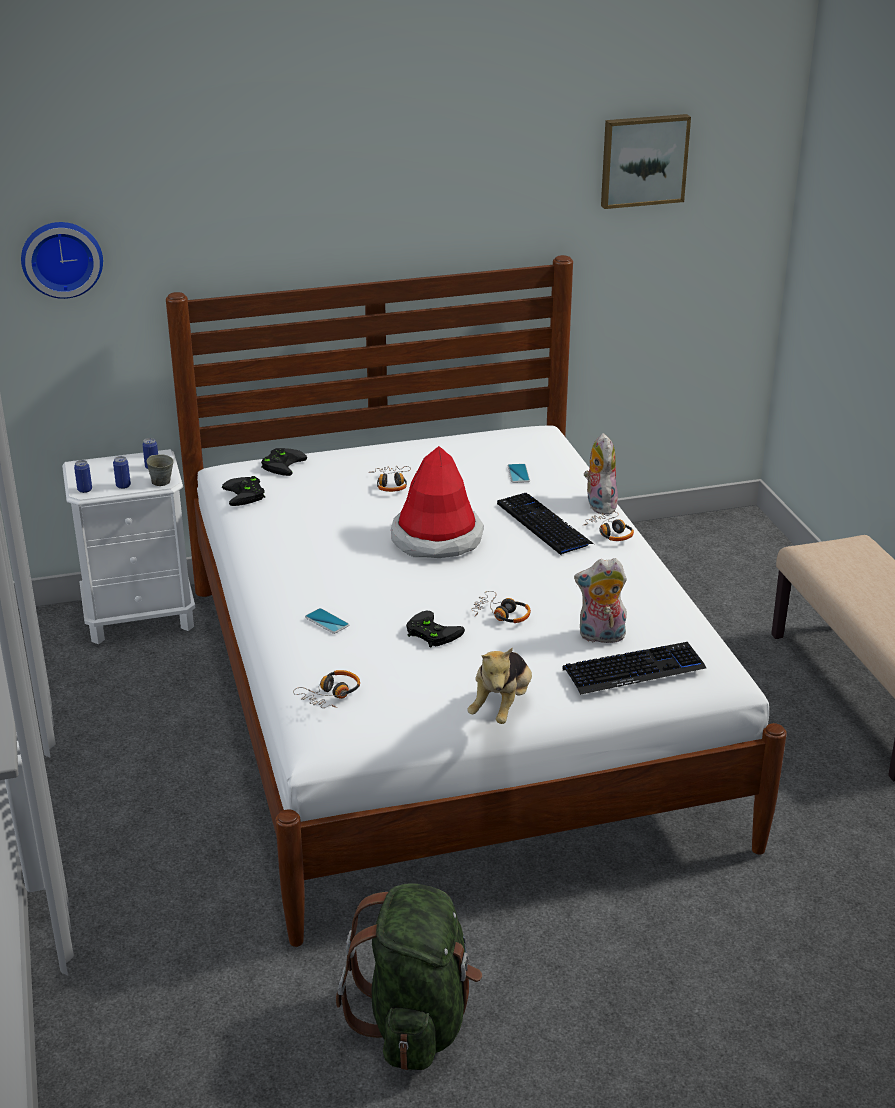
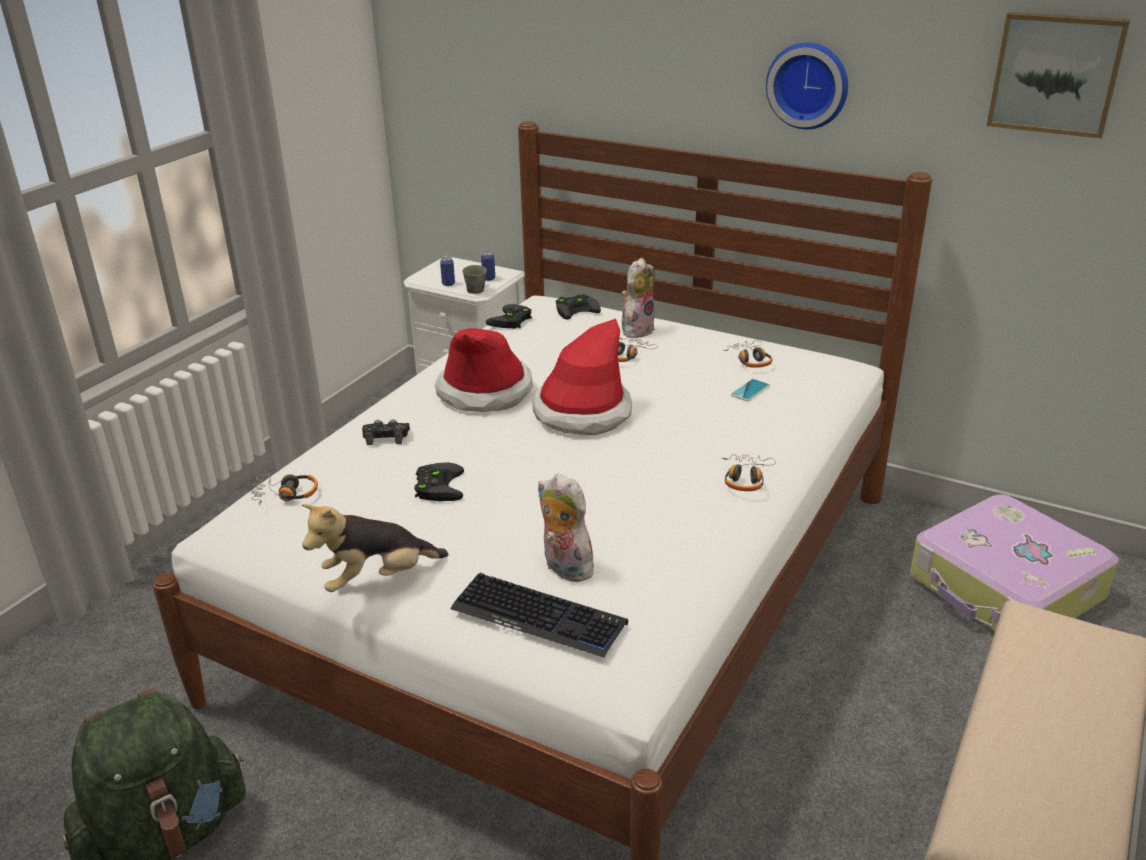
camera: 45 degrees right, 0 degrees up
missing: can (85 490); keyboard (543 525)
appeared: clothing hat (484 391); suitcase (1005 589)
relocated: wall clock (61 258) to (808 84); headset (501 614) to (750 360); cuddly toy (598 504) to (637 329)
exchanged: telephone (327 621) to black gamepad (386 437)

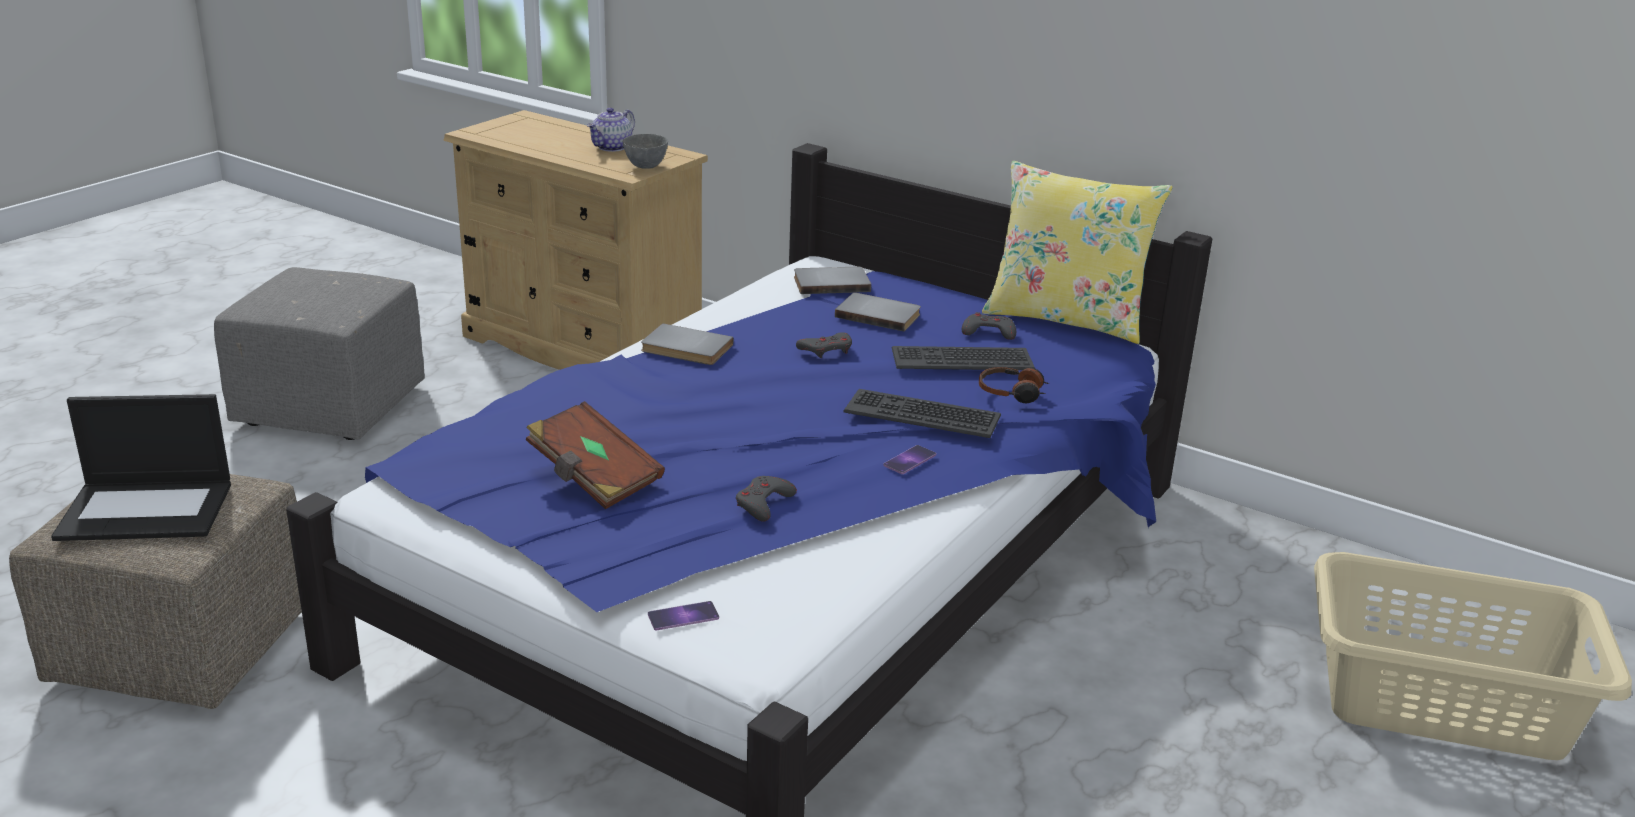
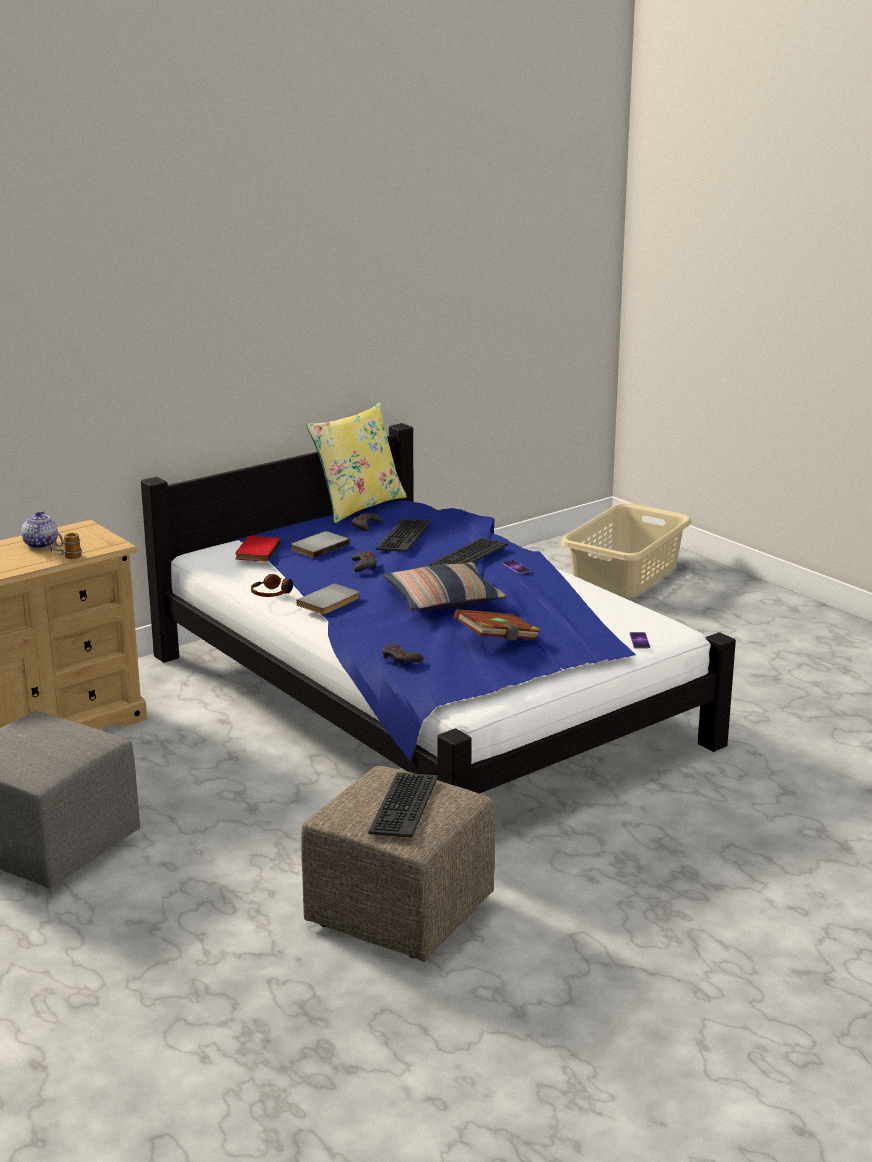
camera: 70 degrees left, 5 degrees down
missing: gray serving bowl (646 167)
appeared: tea mug (65 557); pillow (443 599)
relocated: gray gamepad (763 503) to (400 658); headset (1012 393) to (273 593)
exchanged: notebook computer (148 510) to keyboard (403 805)
colour: gray bound book (831 283) to red-coloured bound book (256 551)
spun: tea pot (612 147) = (40 544) 150 degrees counterclockwise

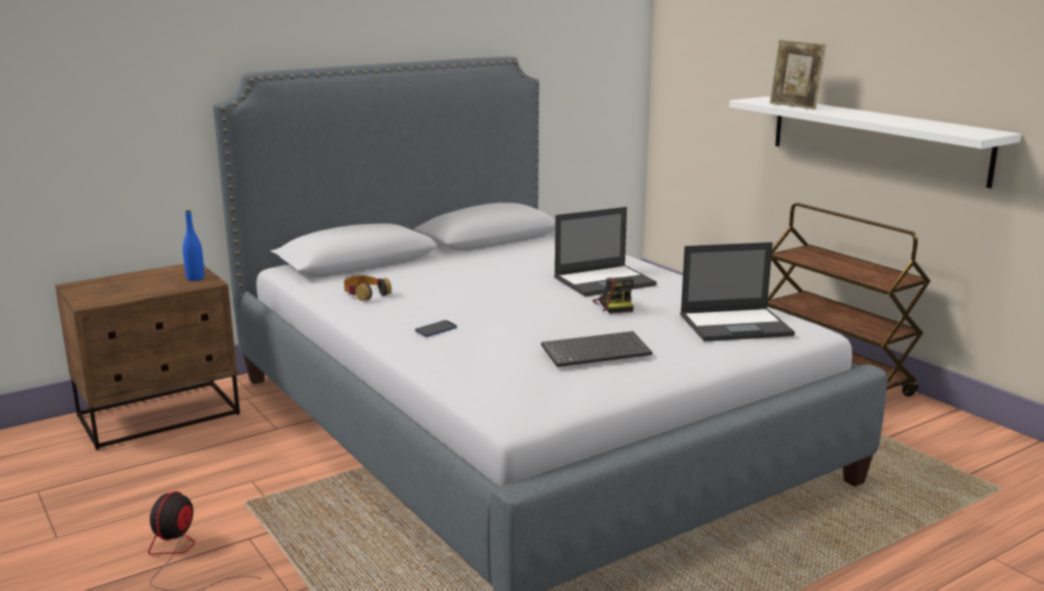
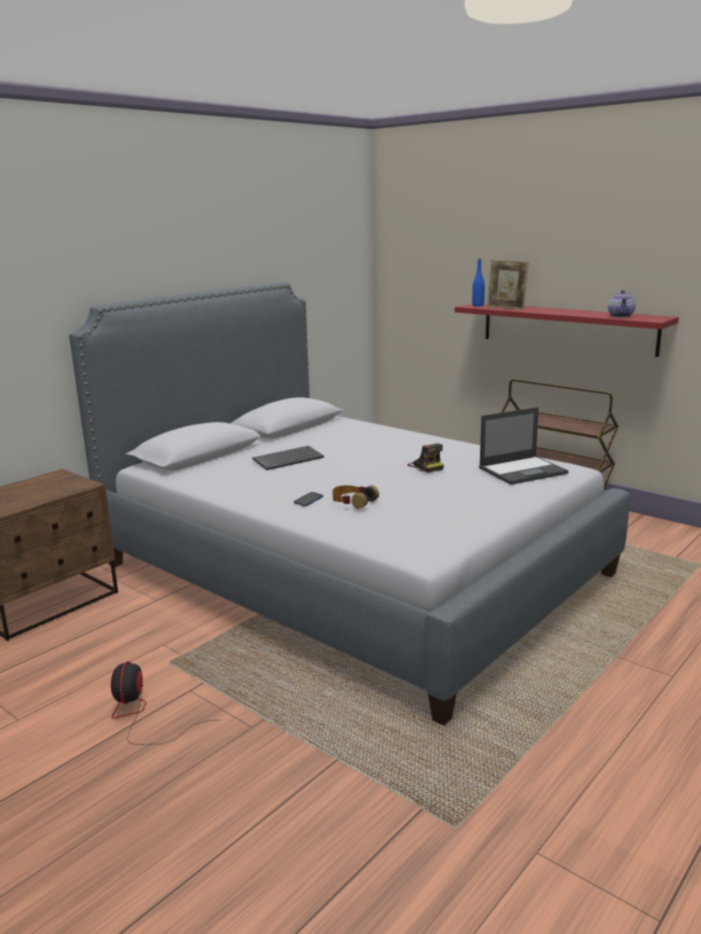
camera: 15 degrees left, 0 degrees up
missing: notebook computer (605 281)
appeared: tea pot (621 316)
relocated: blue beverage bottle (195 278) to (478 305); headset (365 293) to (353 501); keyboard (596 351) to (288 459)
colour: white bracket shelf (876 139) to red-coloured bracket shelf (567 328)

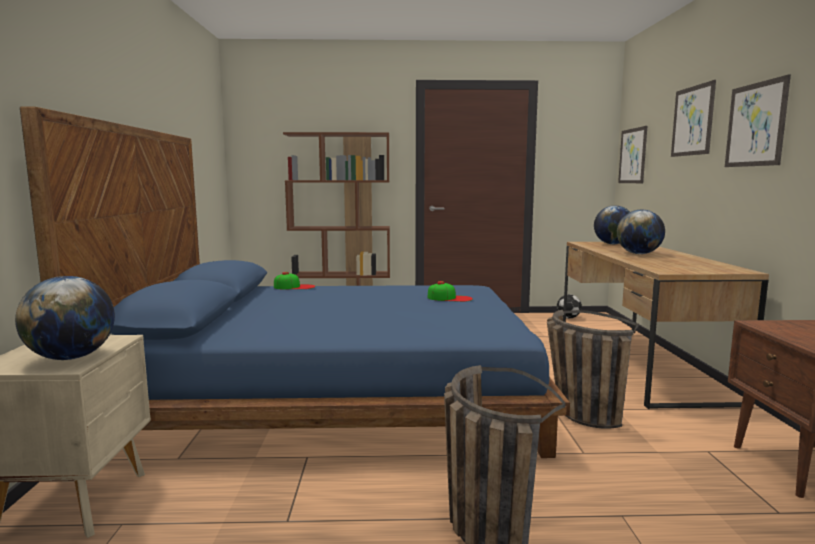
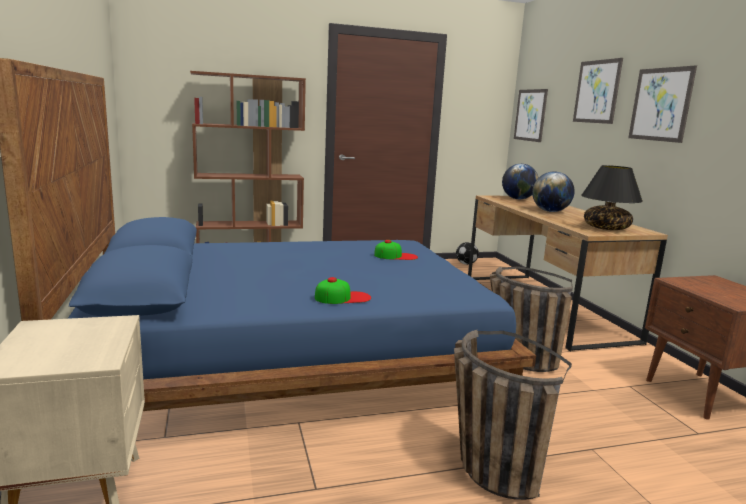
camera: 15 degrees left, 5 degrees up
missing: desk globe (71 357)
appeared: black table lamp (606 228)
relocated: peaked cap (294 287) to (343 297)

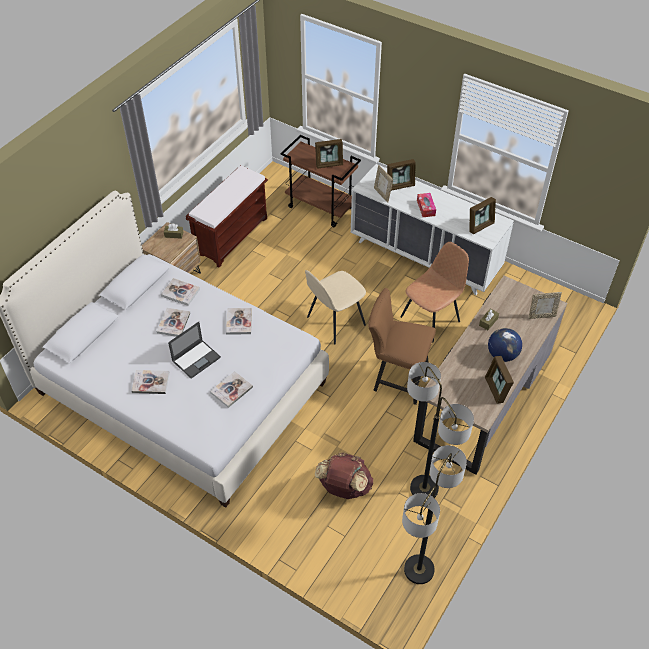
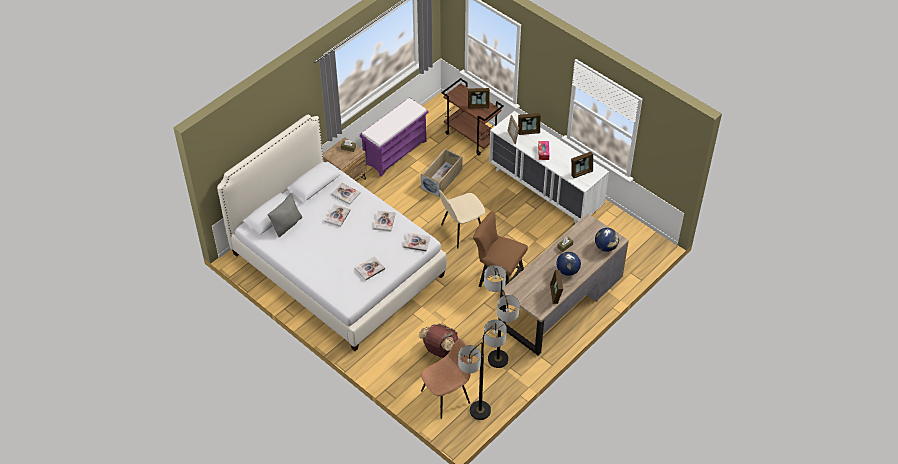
camera: 10 degrees right, 0 degrees up
missing: notebook computer (196 359)
appeared: gray pillow (287 225); beige storage bin (442 178)
relocated: bound book (150 382) to (416 242); brown-coloured plain chair (431 318) to (446 396)
exchanged: standing frame (541 316) to desk globe (606 247)
colour: brown-coloured bench (231 236) to purple-coloured bench (395 152)

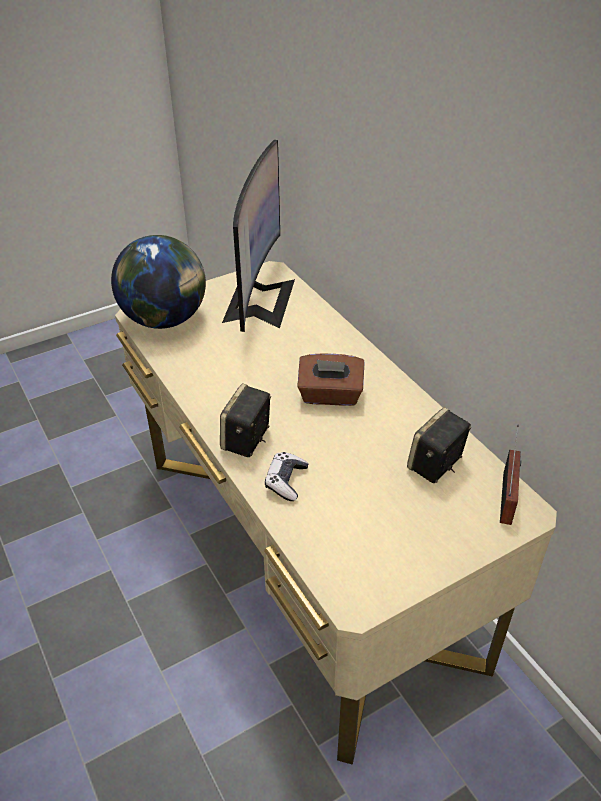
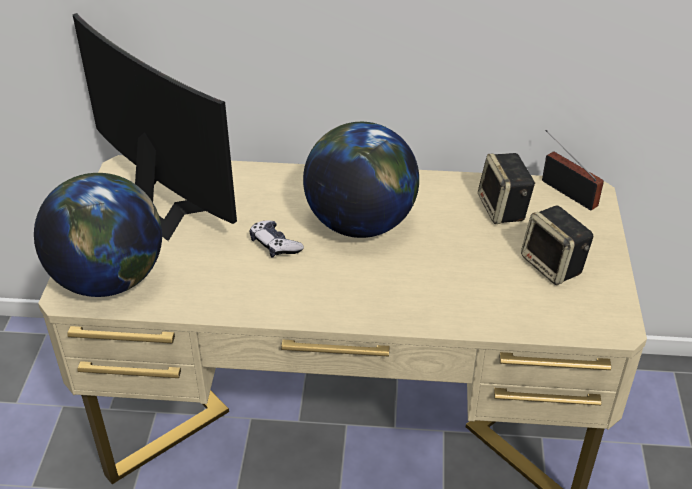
camera: 55 degrees left, 0 degrees up
relocated: loudspeaker (247 440) to (553 266); gamepad (286 481) to (275 245)
exchanged: brown-coloured tissue holder (330 396) to desk globe (360 223)

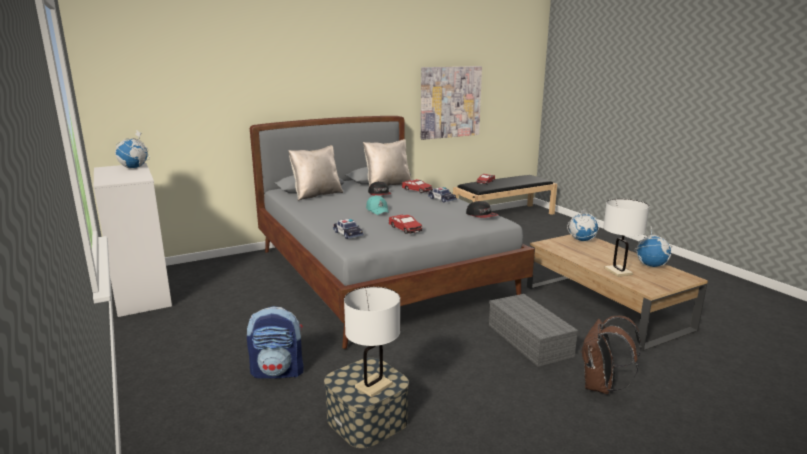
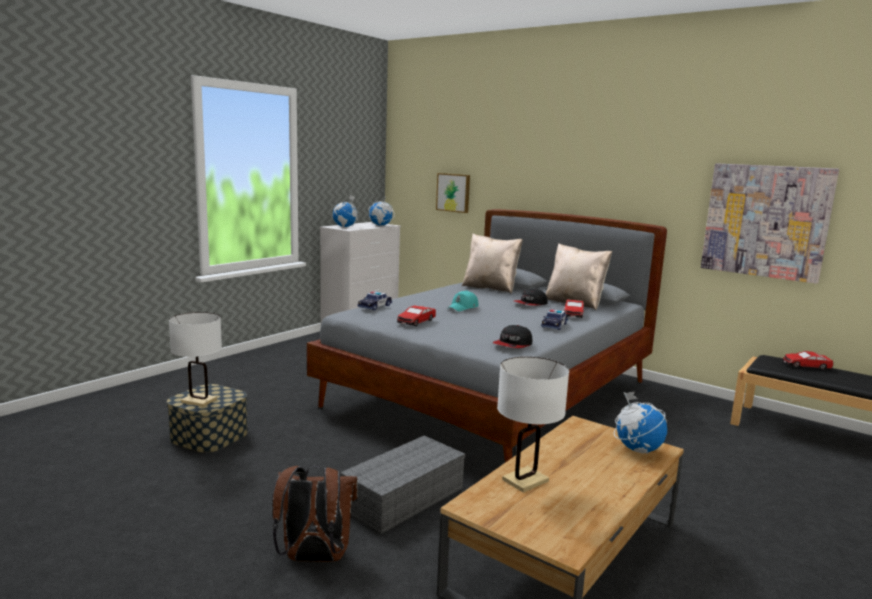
camera: 65 degrees right, 5 degrees down
missing: backpack (278 372)
appeared: wall picture (453 192)
relocated: desk globe (651 265) to (345 227)

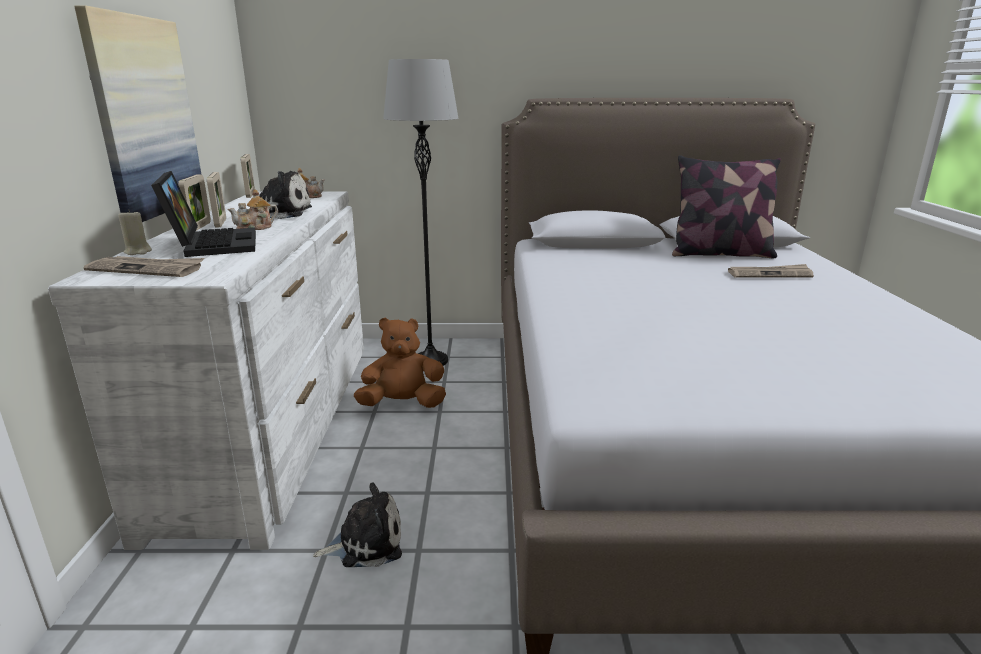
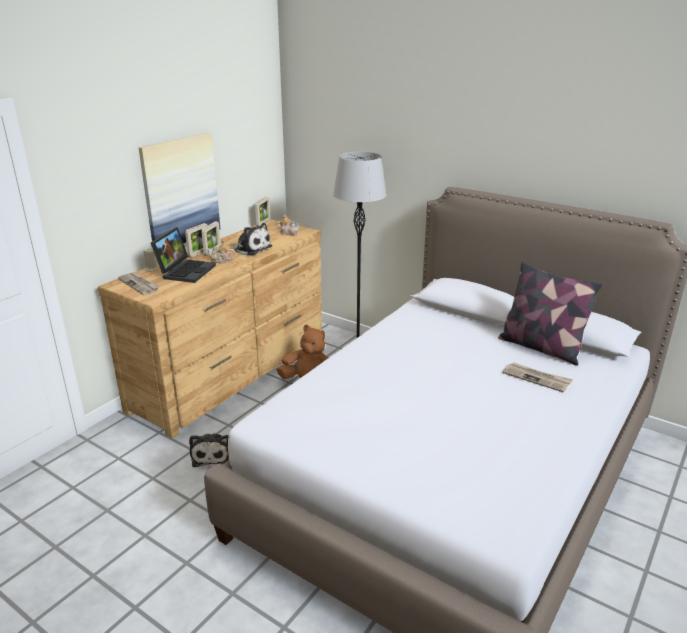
camera: 35 degrees right, 5 degrees up
colour: white dresser (276 426) to brown-coloured dresser (233 372)
spun: cuddly toy (366 543) = (211 455) 60 degrees clockwise

